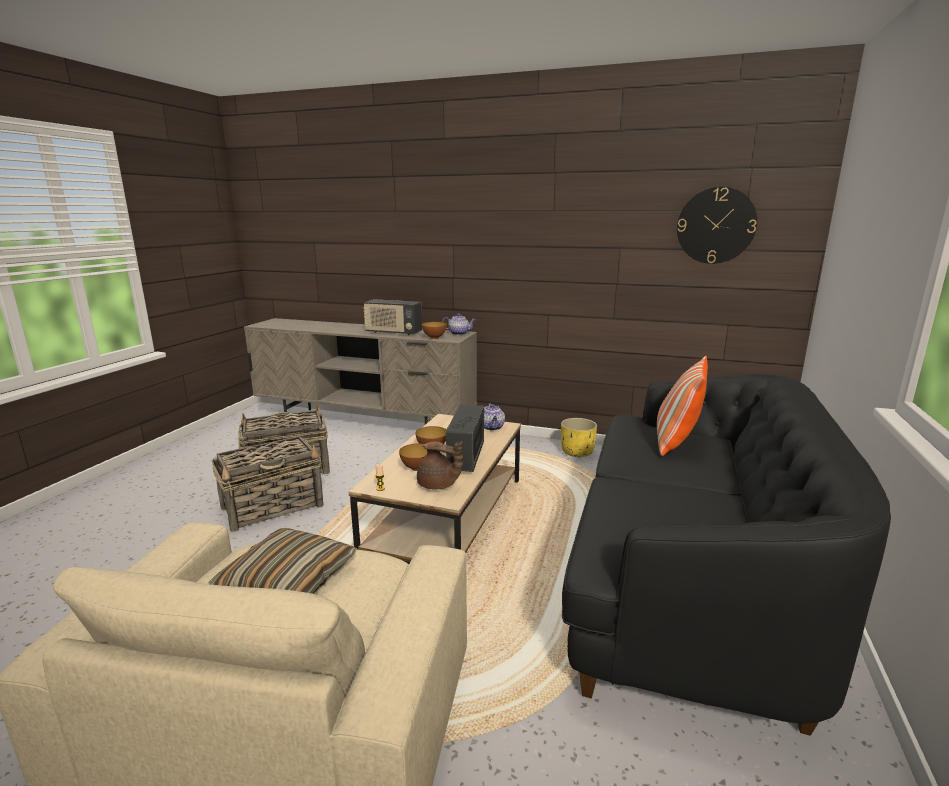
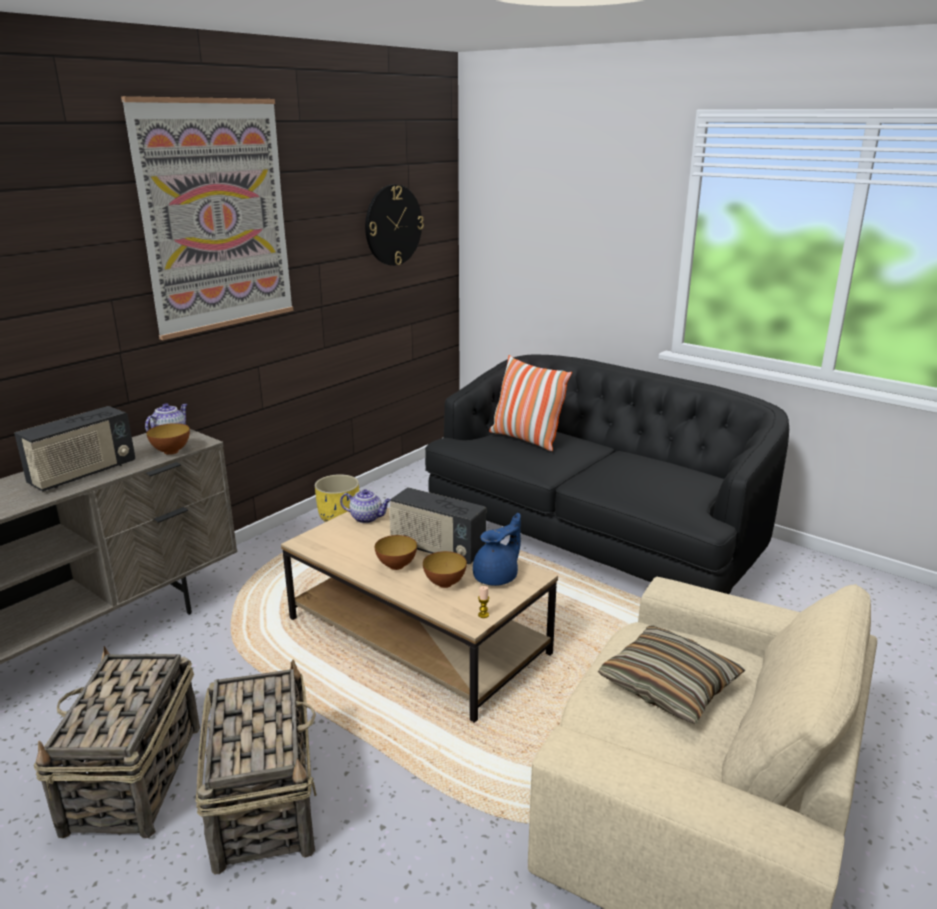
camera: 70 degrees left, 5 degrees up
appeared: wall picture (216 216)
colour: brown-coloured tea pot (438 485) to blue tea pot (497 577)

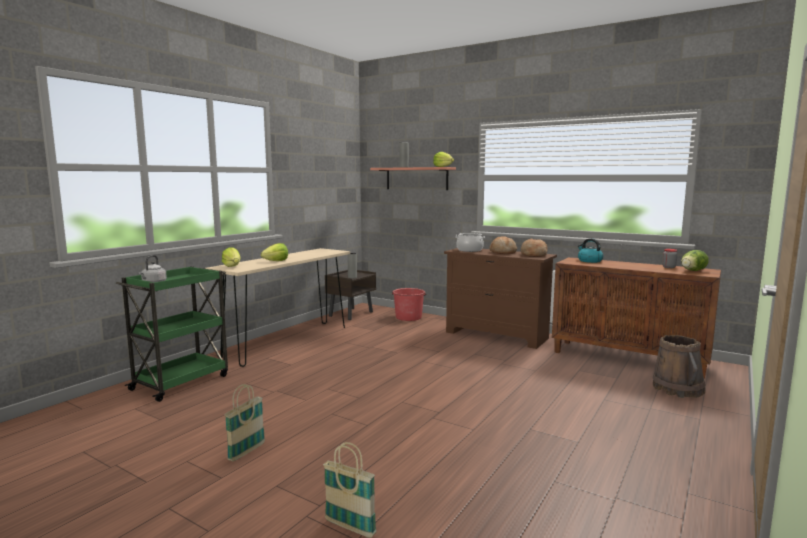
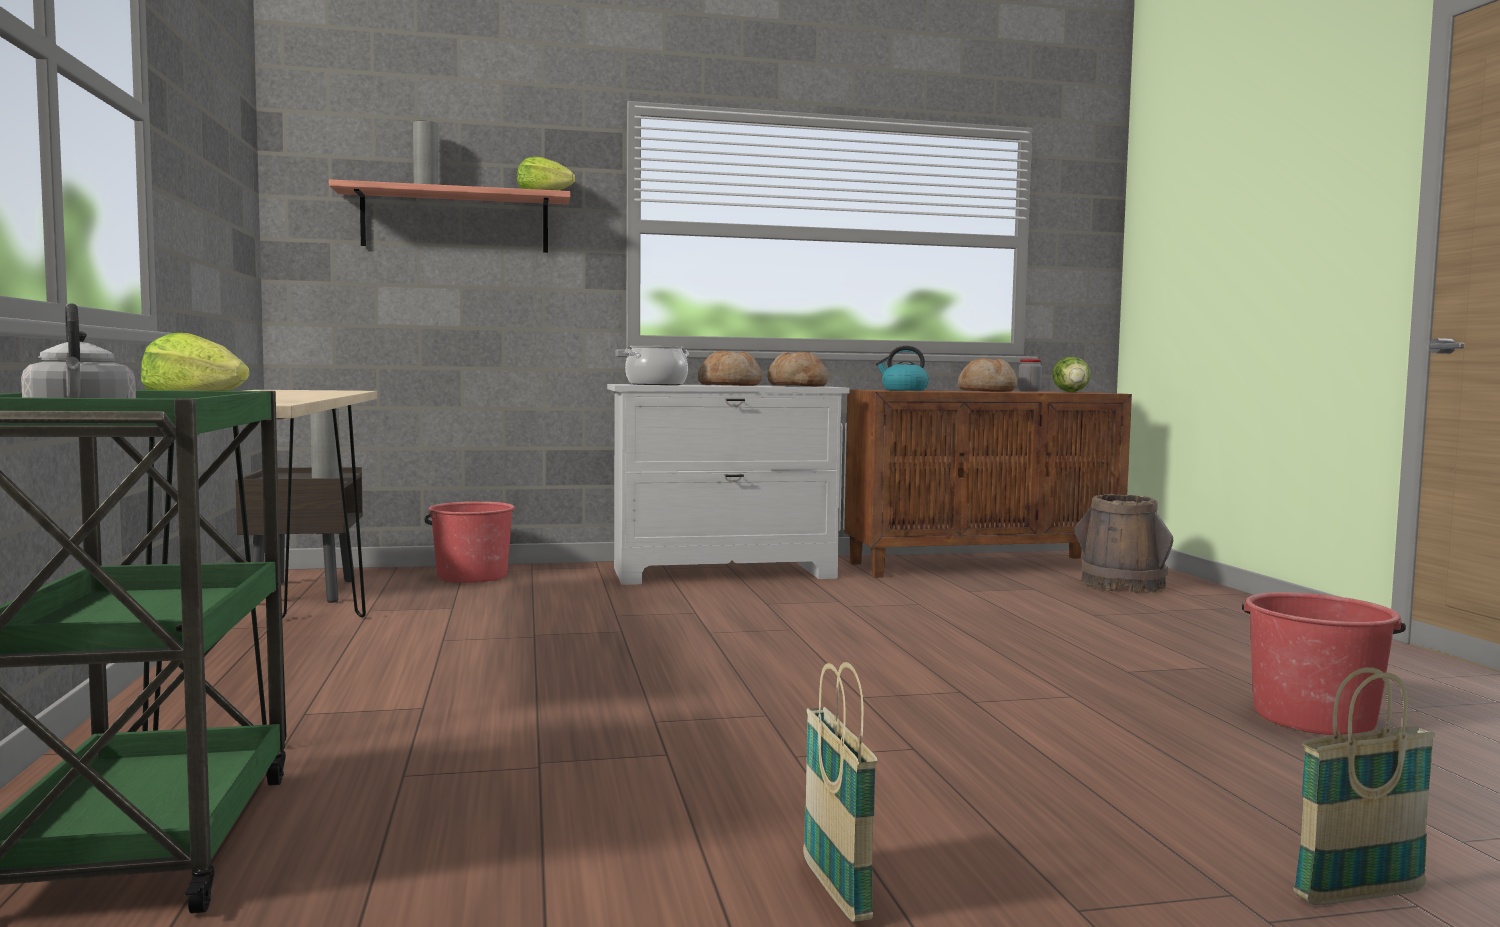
camera: 45 degrees left, 5 degrees down
missing: head of lettuce (276 261)
appeared: baked bread (986 391); red-coloured bucket (1313 717)
colour: brown-coloured dresser (496 335) to white dresser (725 573)

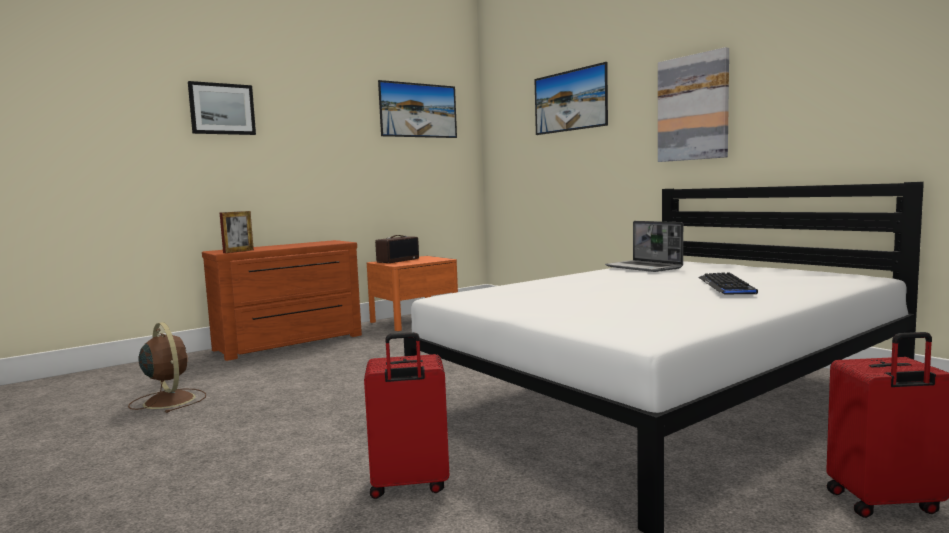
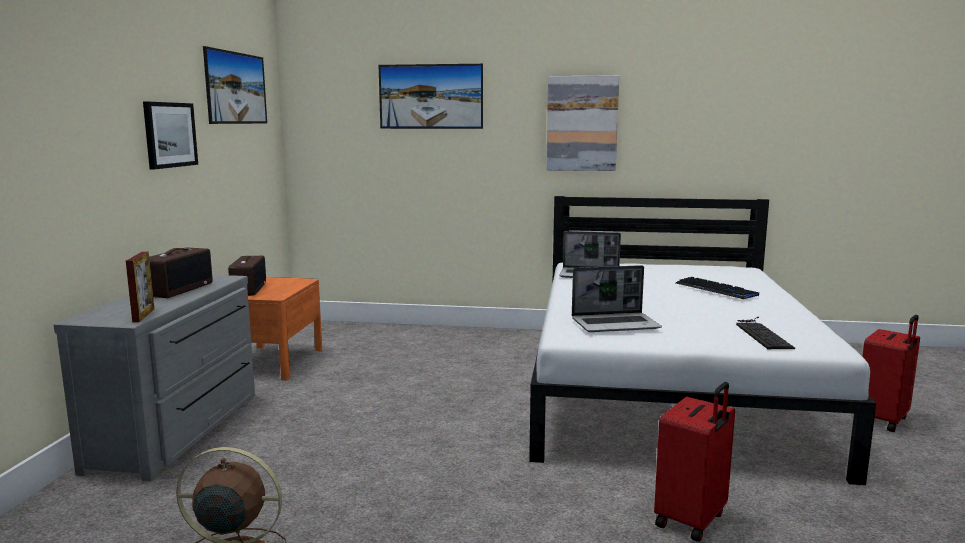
camera: 45 degrees left, 5 degrees up
appeared: radio receiver (178 289); notebook computer (616 324); keyboard (761 333)
relocated: wall picture (222 109) to (169 135)
colour: brown-coloured dresser (290 343) to gray dresser (181 430)

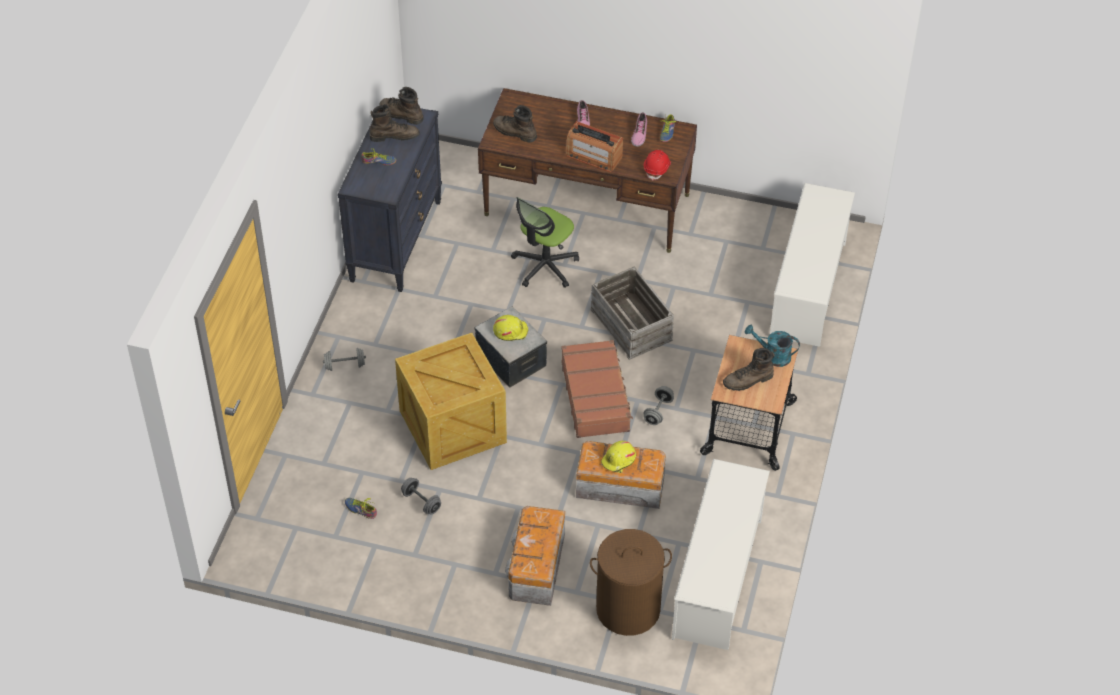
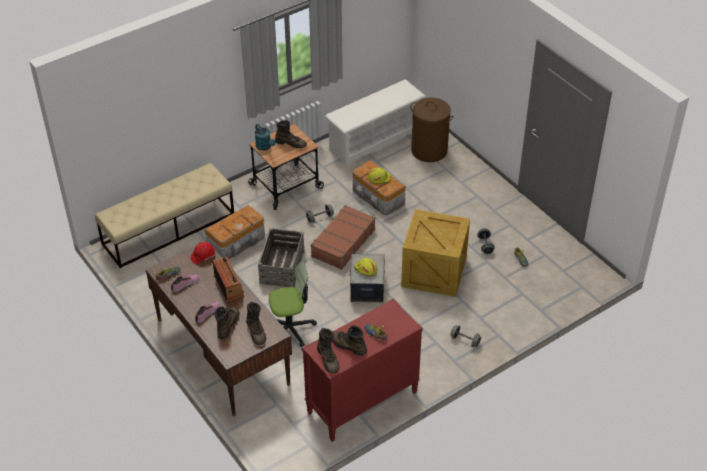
camera: 140 degrees left, 5 degrees down
appeared: brown-coloured tall boot (227 325)
relocated: storage bin (536 568) to (237 242)
exchanged: white shoe stand (808 289) to beige bench (169 229)
colour: black dresser (395 240) to red-coloured dresser (362 403)

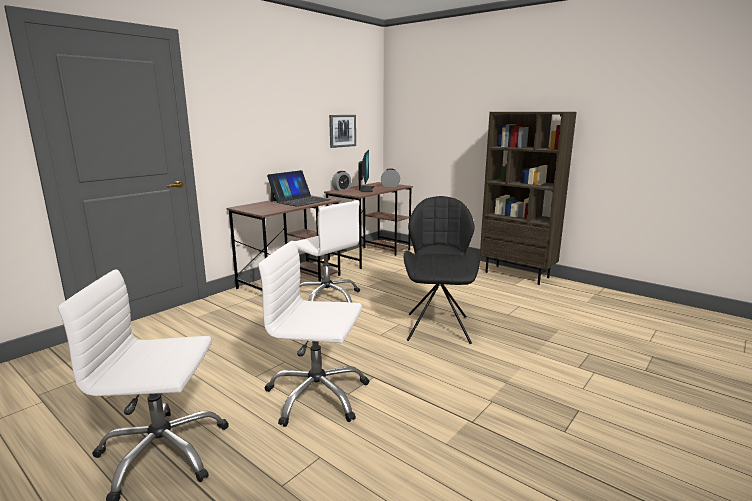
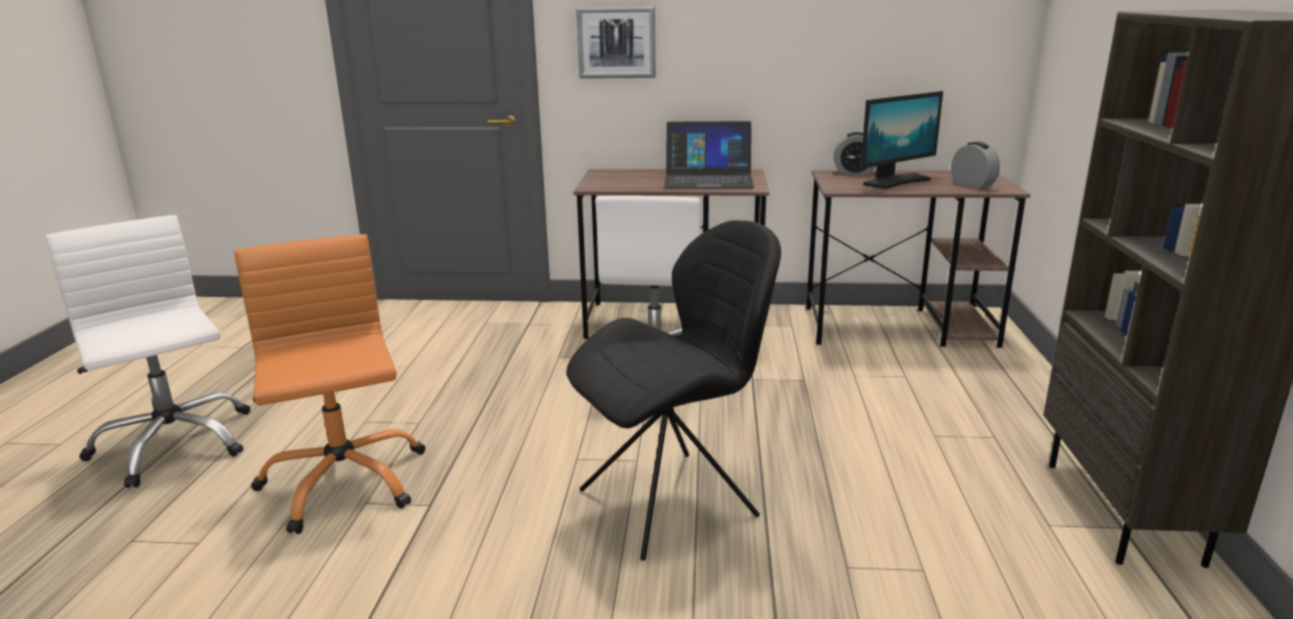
camera: 55 degrees right, 5 degrees up
relocated: wall picture (342 130) to (616 42)
colour: white desk chair (317 396) to orangey desk chair (343 482)

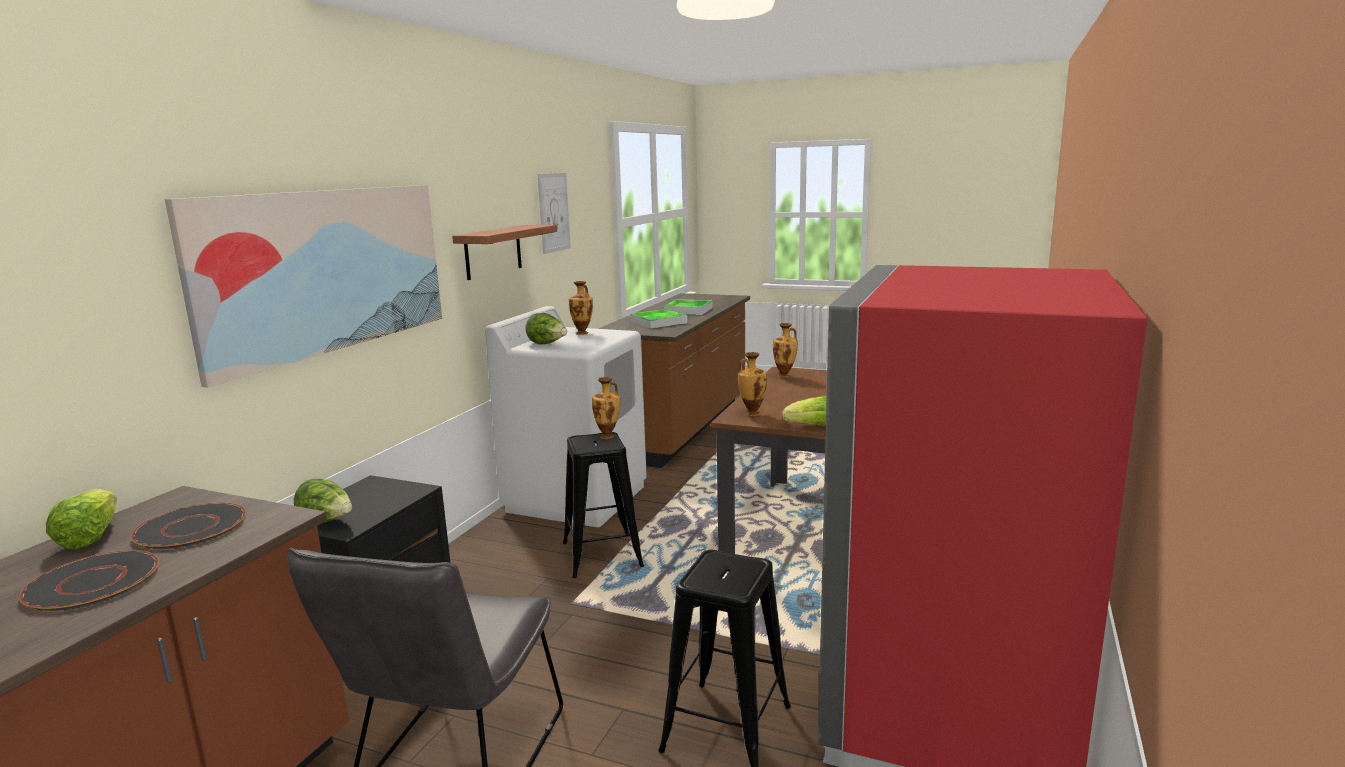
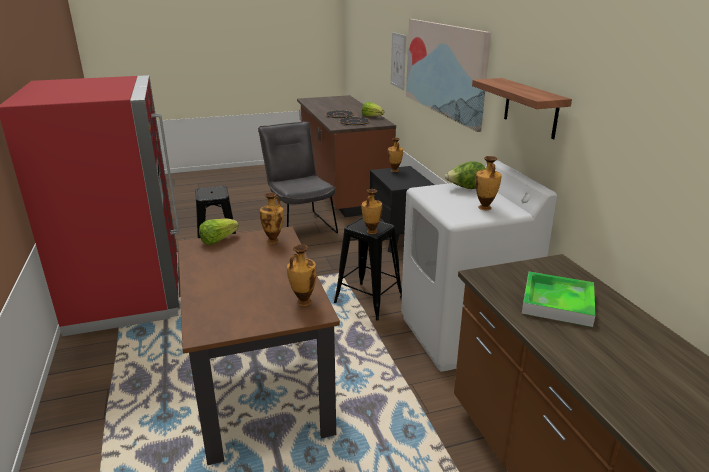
camera: 140 degrees right, 10 degrees up
missing: tray (688 310)
relocated: wall picture (554 212) to (398 60)
exchanged: head of lettuce (327 522) to vase (394 171)

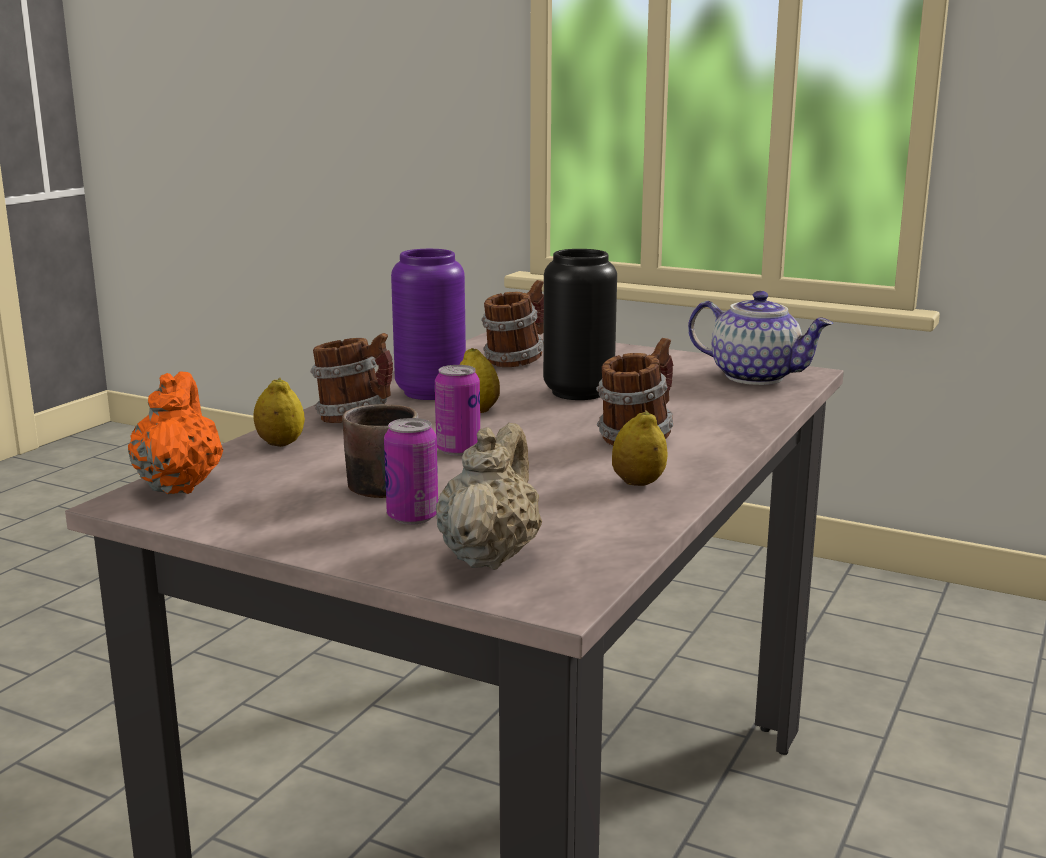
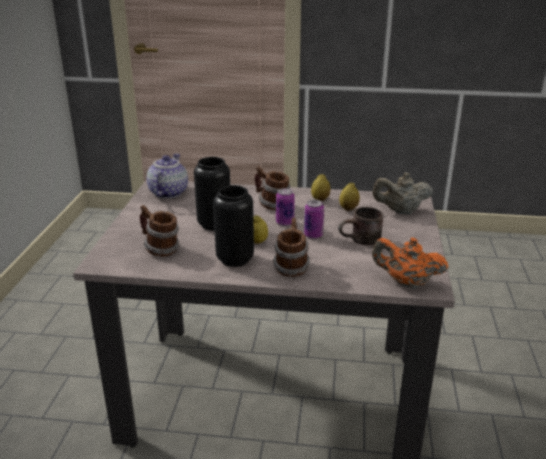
camera: 110 degrees left, 10 degrees up
relocated: lemon (280 444) to (348 209); can (412 517) to (284 222)
colour: purple-coloured vase (430 392) to black vase (235 259)
spun: orangey tea pot (180 485) = (406 283) 45 degrees clockwise

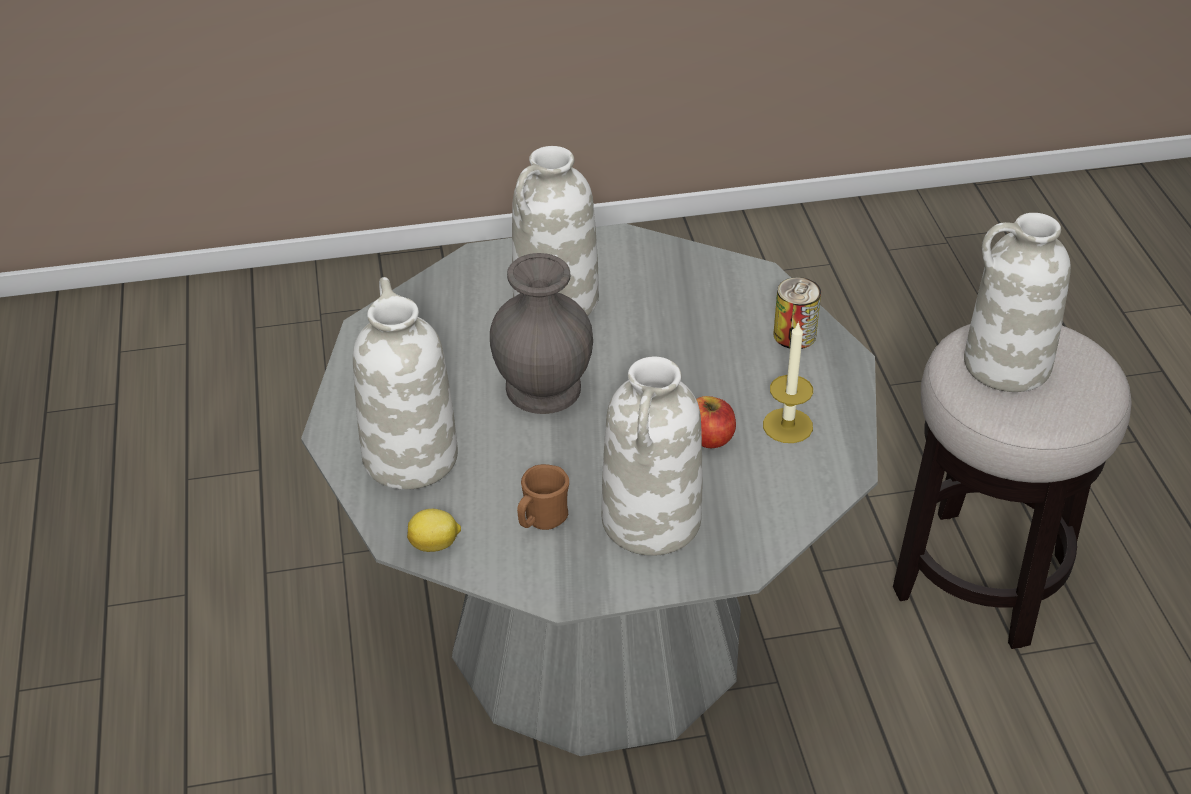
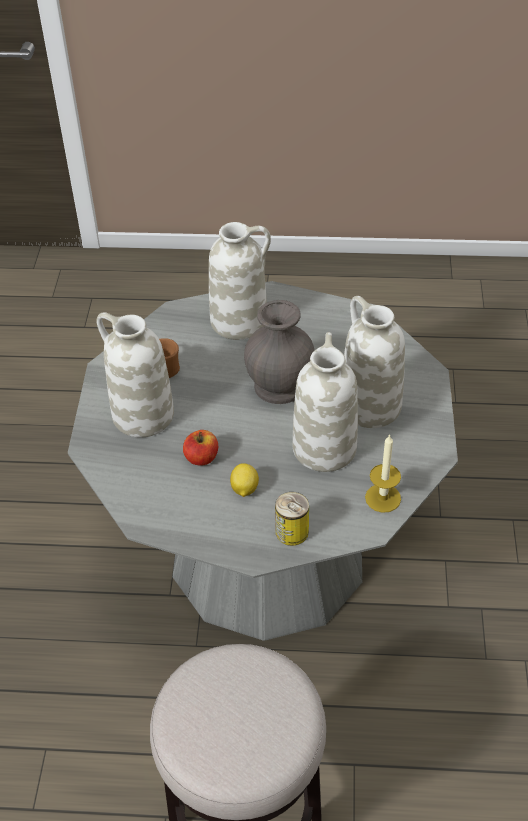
camera: 105 degrees right, 5 degrees up
relocated: lemon (435 545) to (244 489); wax light (787 425) to (383 498); white vase (1006 365) to (323 447)

